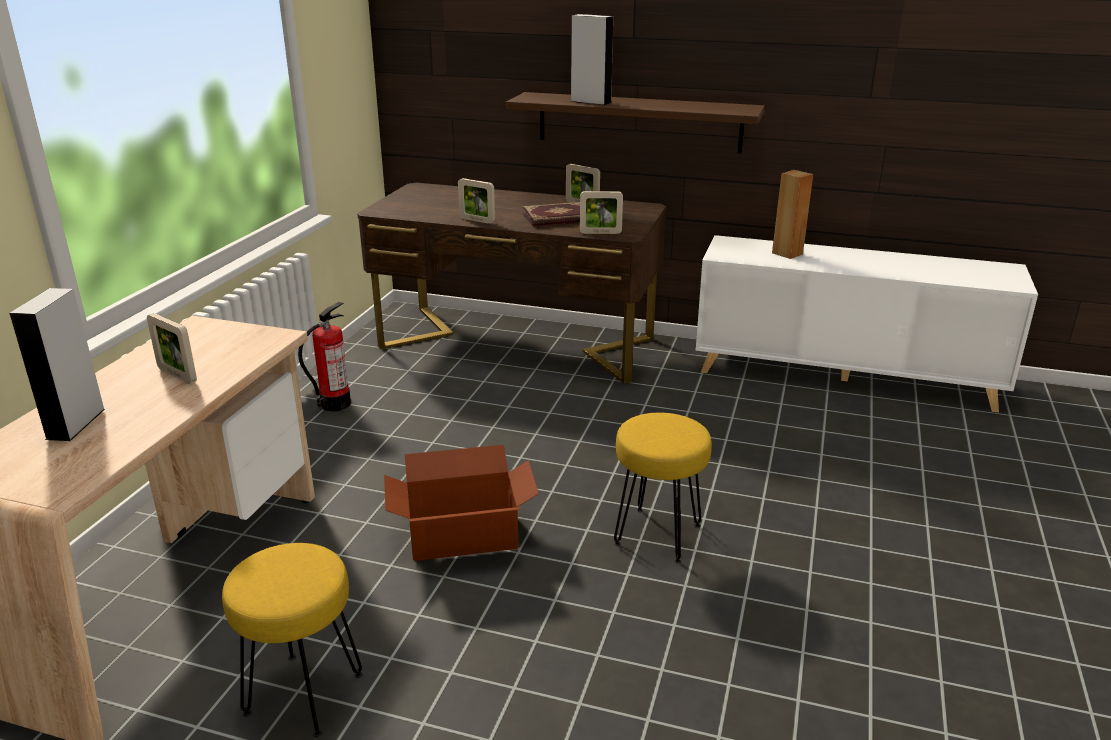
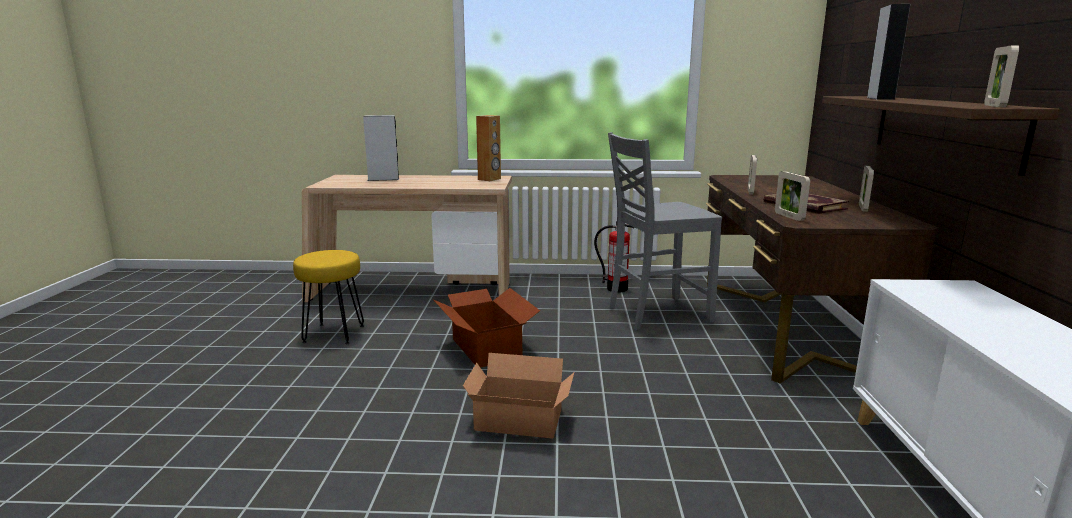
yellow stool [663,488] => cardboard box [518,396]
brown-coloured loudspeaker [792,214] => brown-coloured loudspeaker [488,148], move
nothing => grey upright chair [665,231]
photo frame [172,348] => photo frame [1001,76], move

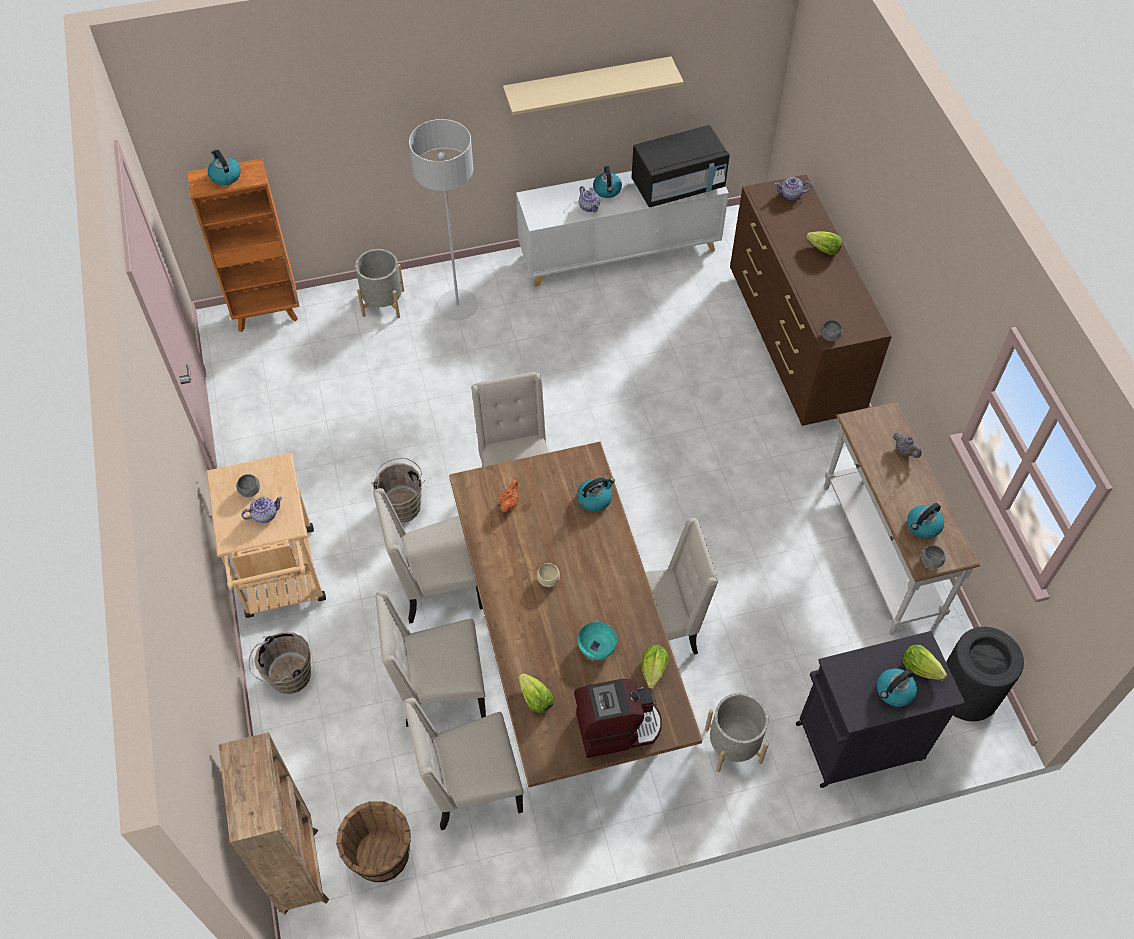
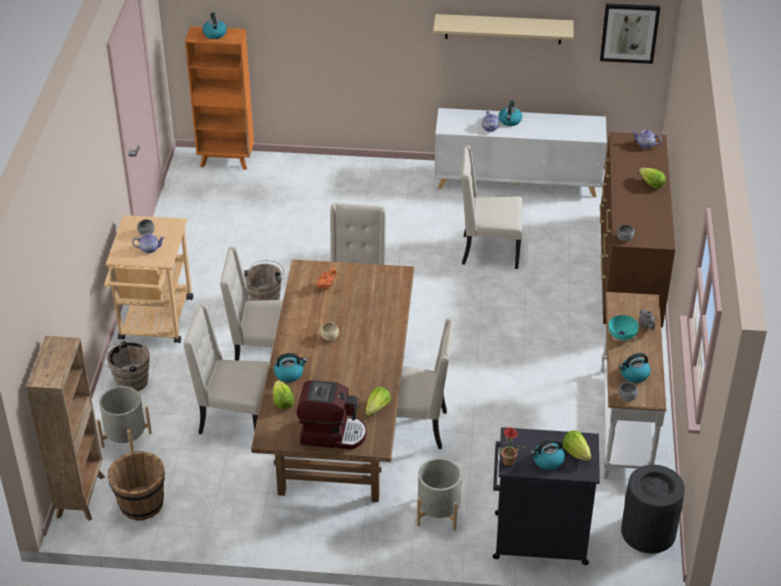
grey flower pot [379,283] => grey flower pot [124,419], move
kettle [596,494] => kettle [290,367], move
beige-coloured upright chair [463,764] => beige-coloured upright chair [491,207], move
nothing => potted plant [512,447]
nothing => wall picture [630,33]
turquoise serving bowl [597,641] => turquoise serving bowl [624,327], move
grey floor lamp [443,219] => nothing
black microwave oven [681,166] => nothing

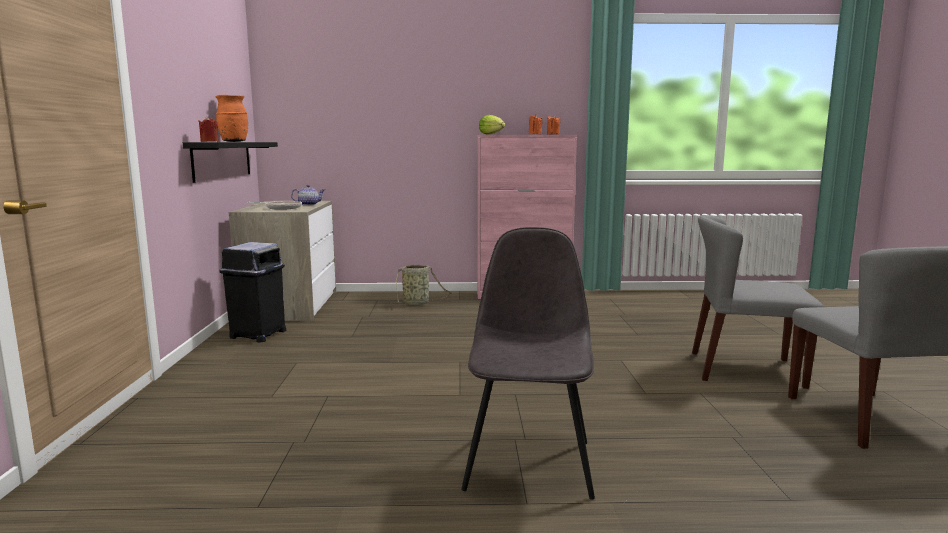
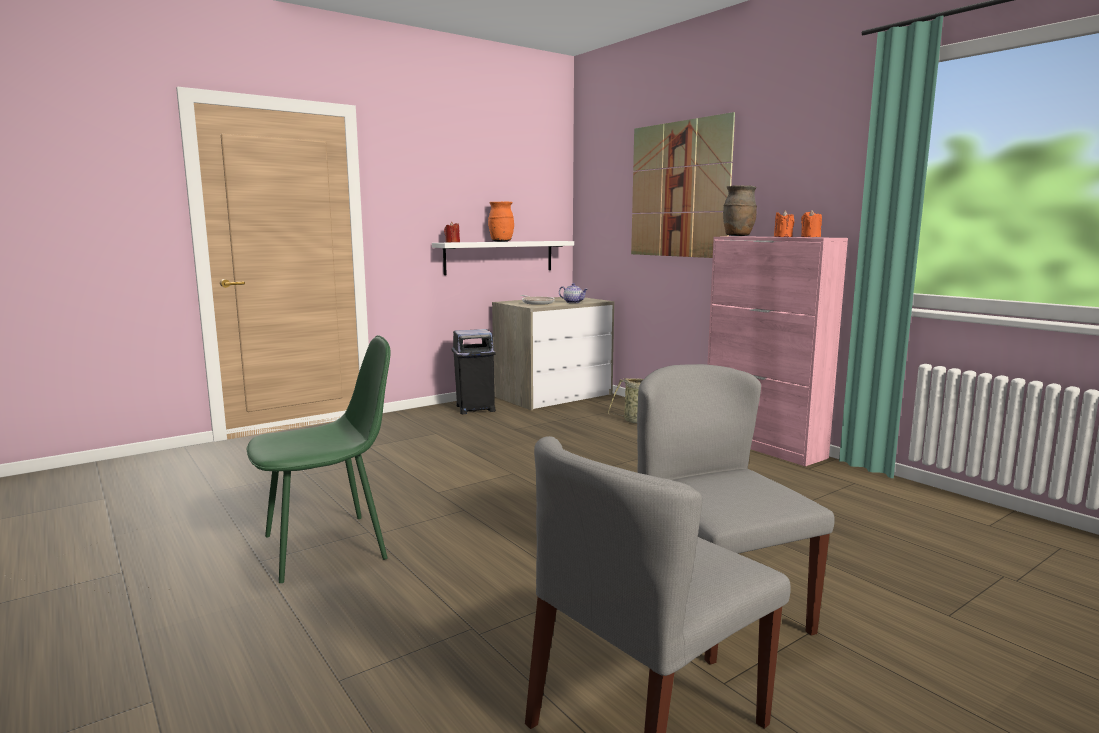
grey upright chair [528,363] => greenish upright chair [318,459]
black shelf [230,162] => white-coloured shelf [503,258]
nothing => wall picture [683,185]
lettuce head [492,125] => brown-coloured vase [740,210]

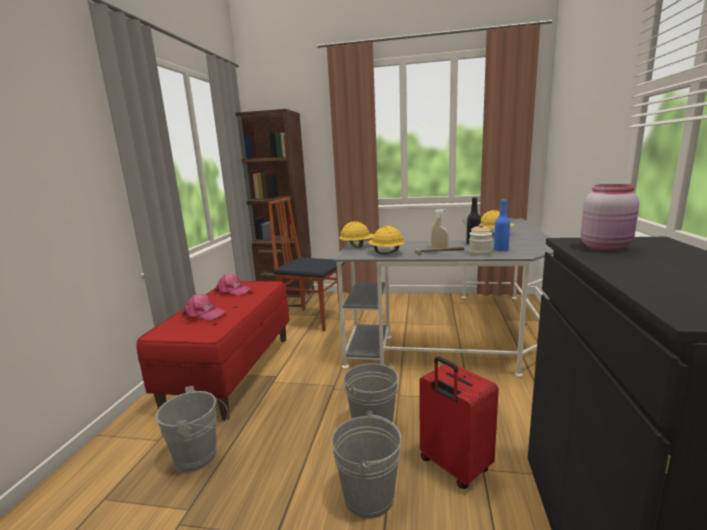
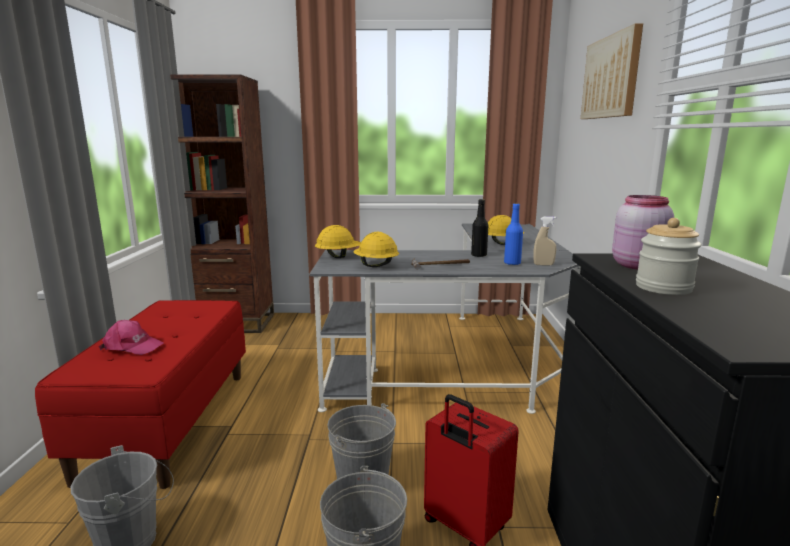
beige-coloured spray bottle [440,228] => beige-coloured spray bottle [544,241], move
nothing => wall picture [612,71]
storage jar [480,239] => storage jar [669,256], move
pink cap [232,285] => nothing
upright chair [306,264] => nothing

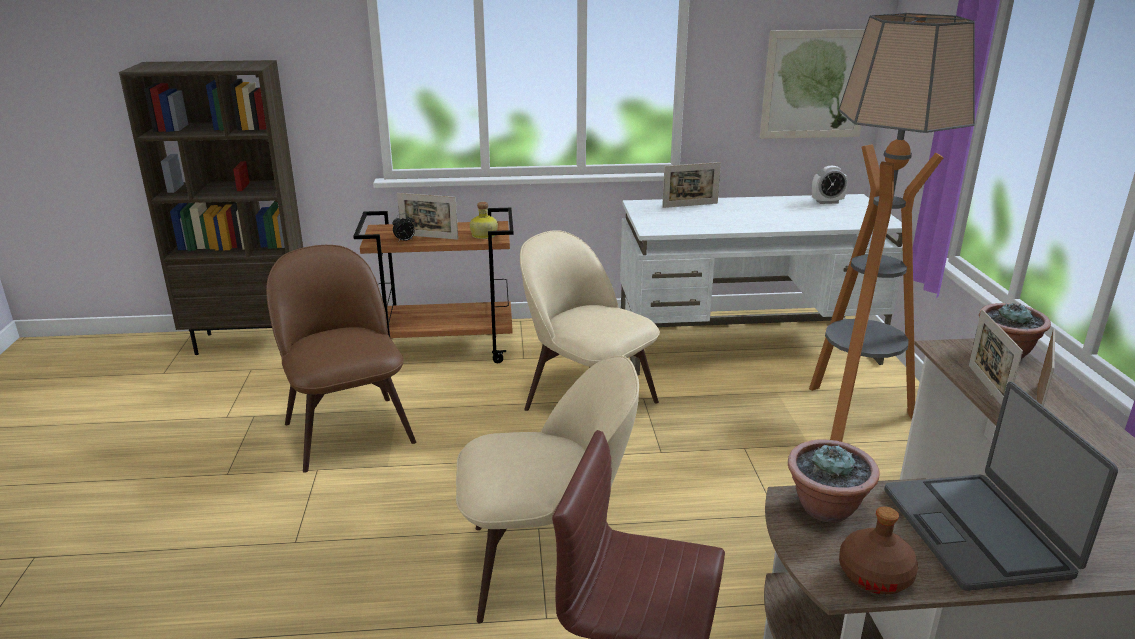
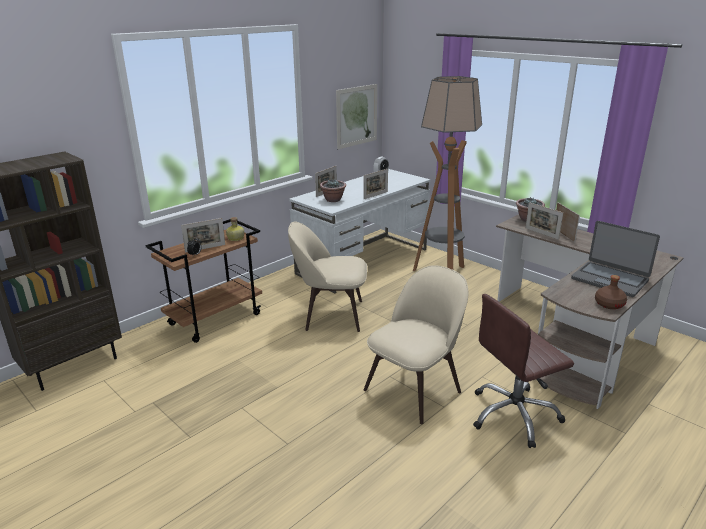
potted plant [833,481] => potted plant [333,190], move
nothing => photo frame [375,184]
brown-coloured upright chair [341,359] => nothing

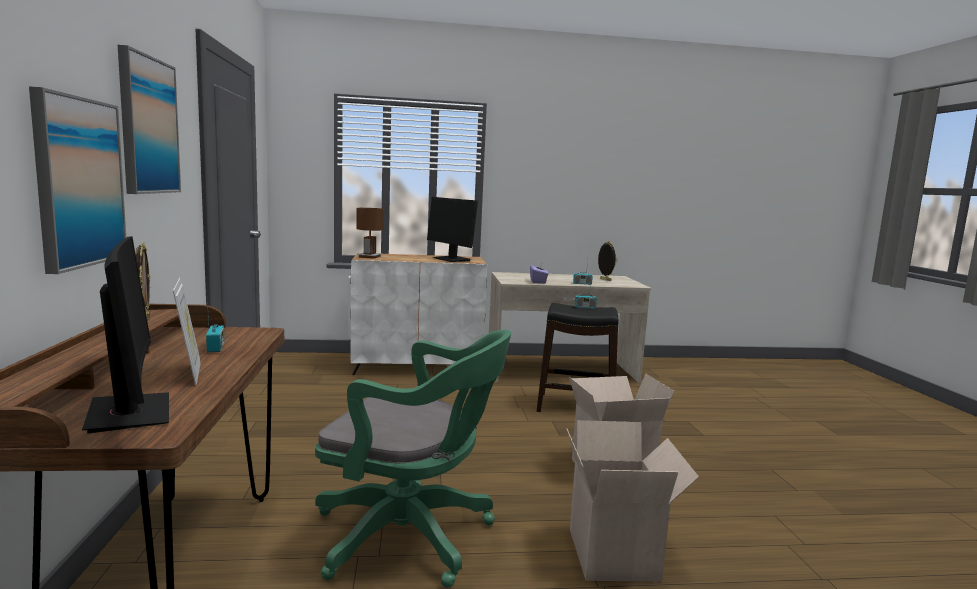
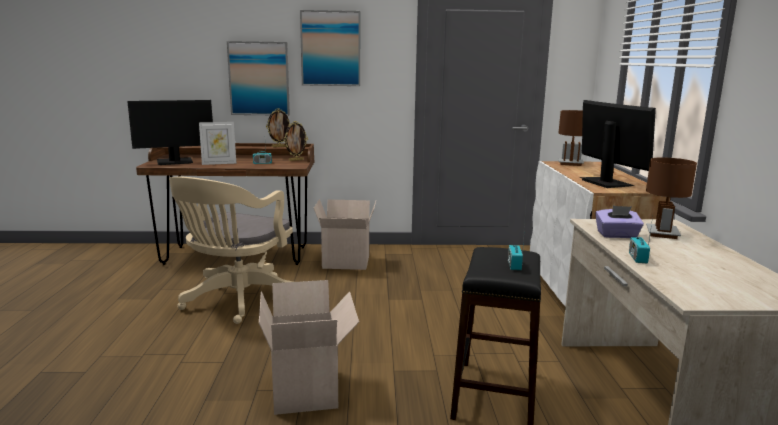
greenish desk chair [413,459] => beige-coloured desk chair [231,250]
photo frame [608,261] => photo frame [296,141], move
cardboard box [633,501] => cardboard box [345,234], move
computer display [452,229] => computer display [618,144], 105 degrees clockwise
nothing => brown-coloured table lamp [671,198]

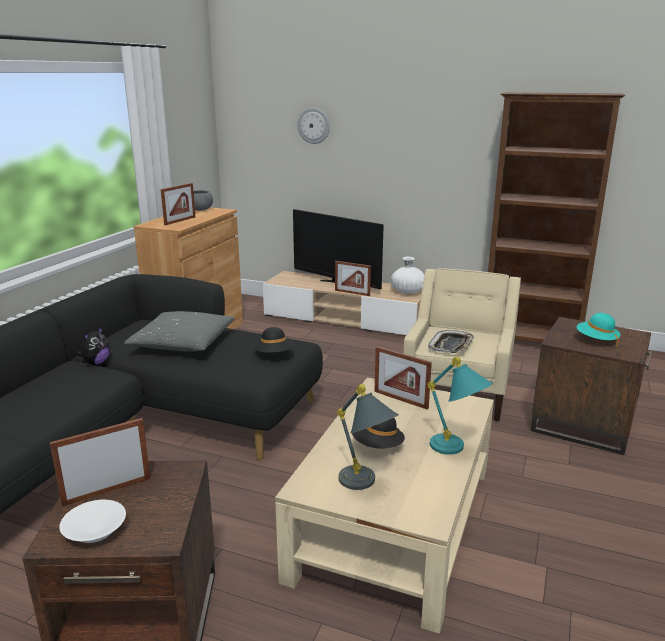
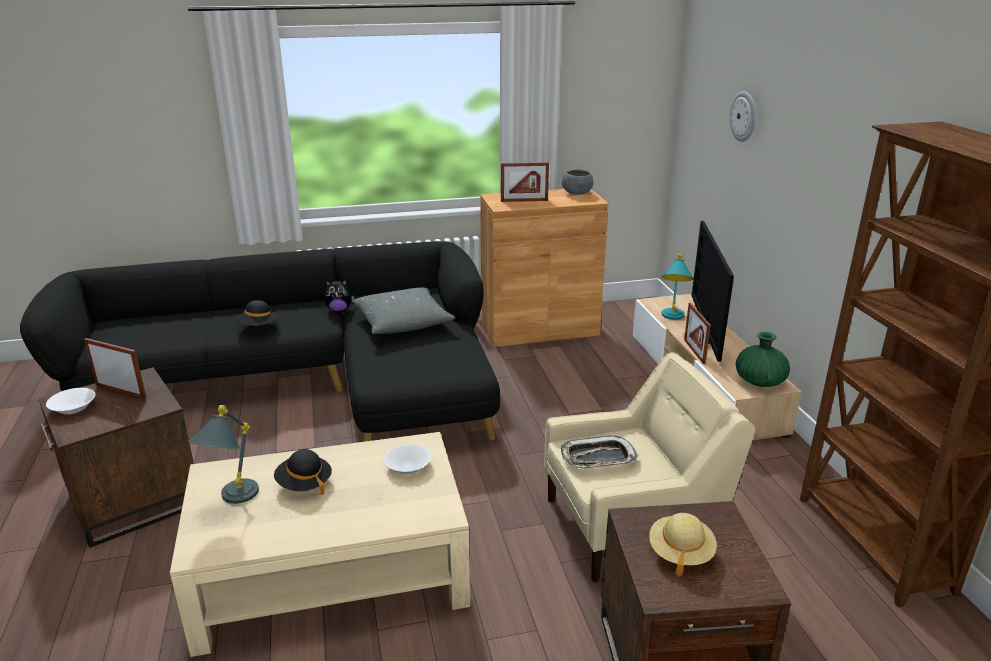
black clothing hat [274,340] => black clothing hat [256,313], move
photo frame [403,378] => white-coloured serving bowl [407,459]
turquoise clothing hat [599,330] => beige-coloured clothing hat [683,544]
turquoise table lamp [460,406] => turquoise table lamp [677,286], move
white-coloured vase [407,275] => greenish vase [763,359]

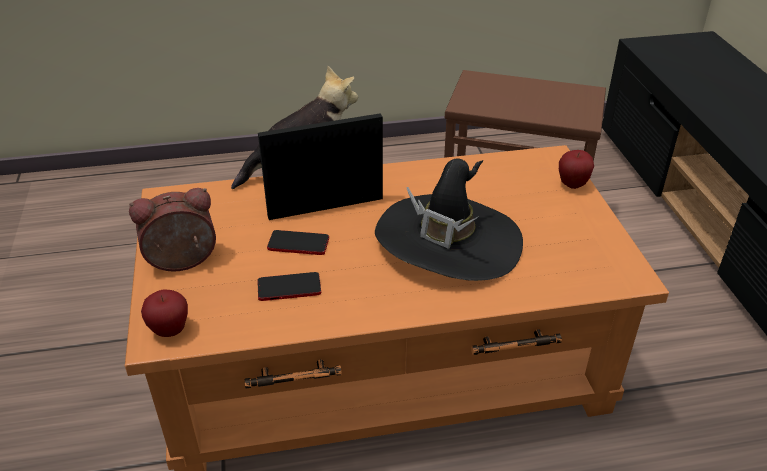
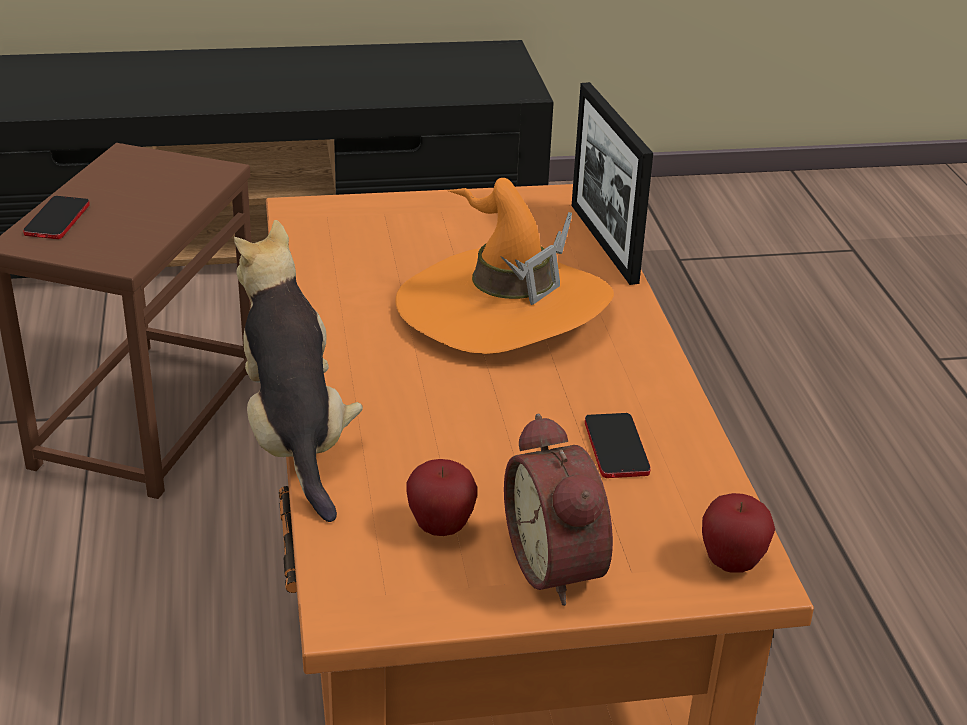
phone [298,242] => phone [56,217], move
black clothing hat [449,220] => orangey clothing hat [505,266]
apple fruit [576,169] => apple fruit [441,497], move
photo frame [320,166] => photo frame [612,183], move

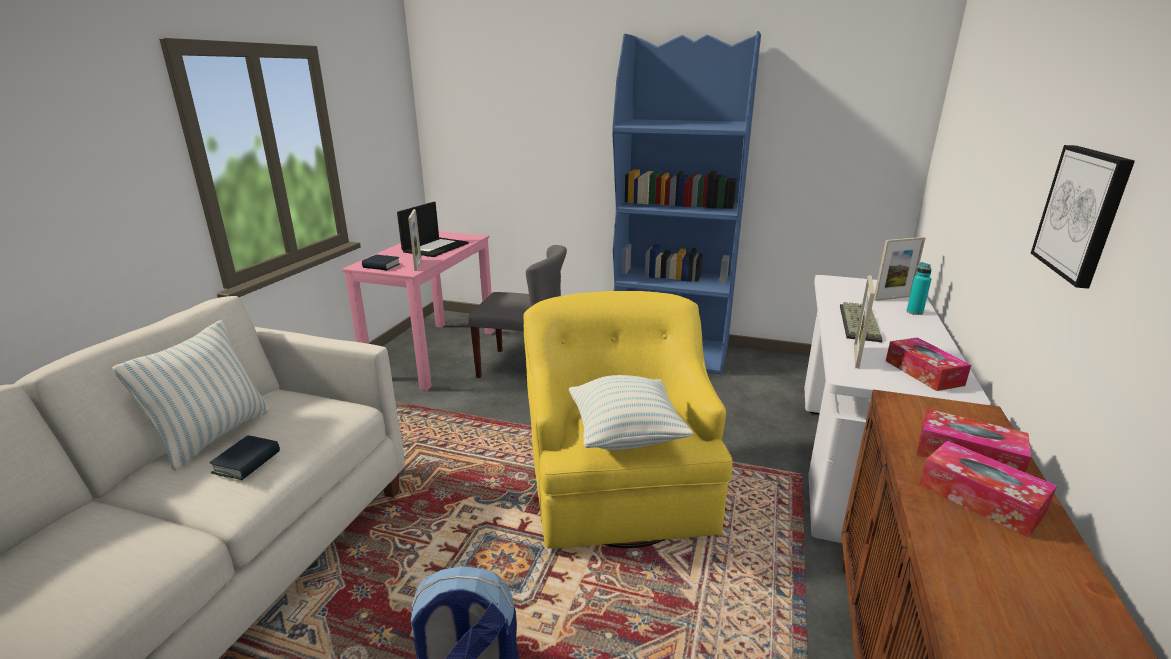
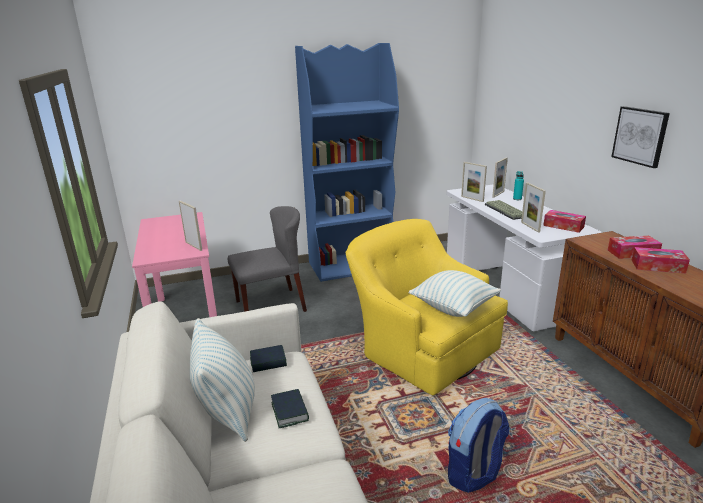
book [381,262] => book [268,358], move
nothing => photo frame [474,182]
laptop [432,229] => nothing

